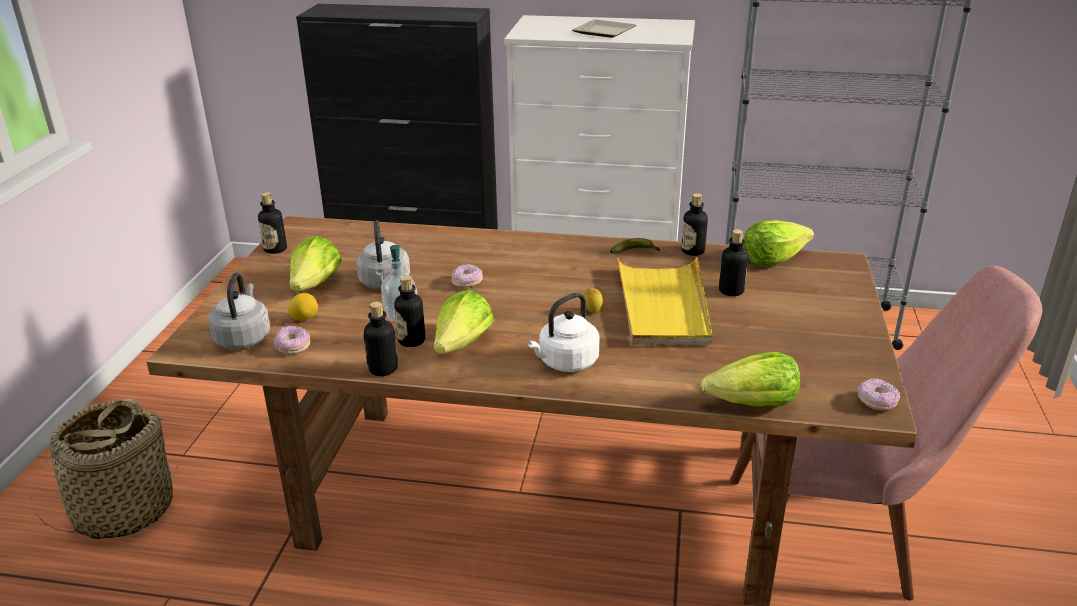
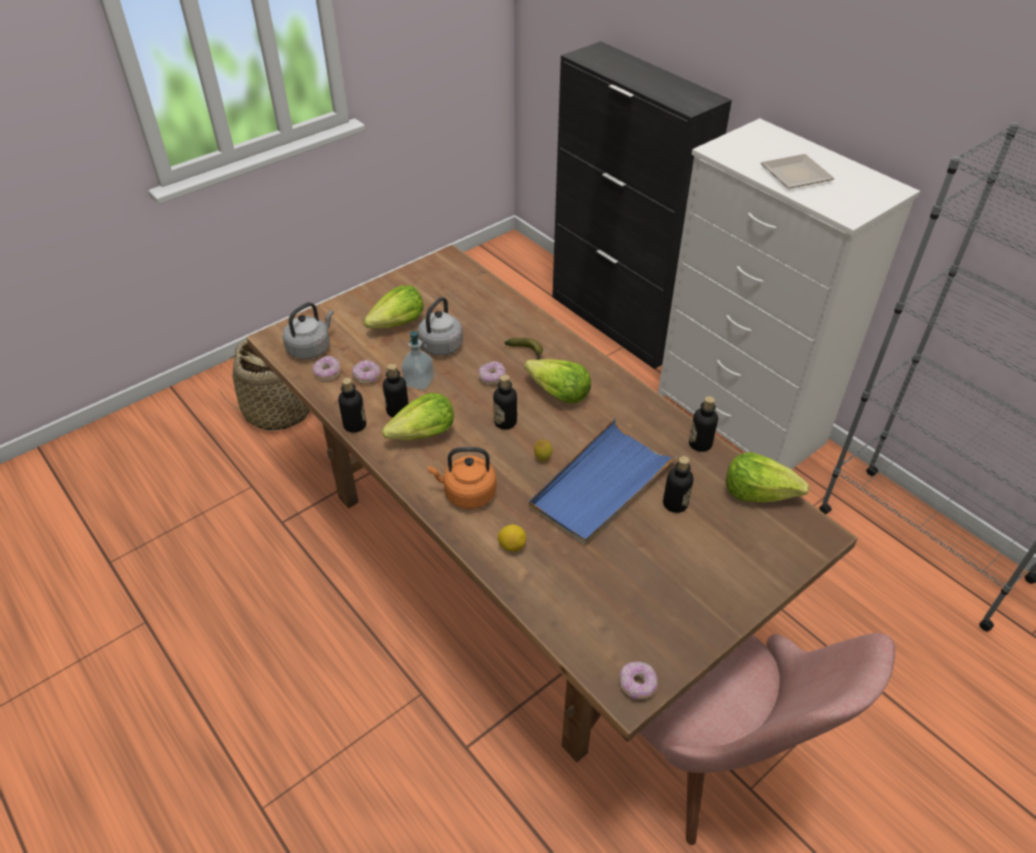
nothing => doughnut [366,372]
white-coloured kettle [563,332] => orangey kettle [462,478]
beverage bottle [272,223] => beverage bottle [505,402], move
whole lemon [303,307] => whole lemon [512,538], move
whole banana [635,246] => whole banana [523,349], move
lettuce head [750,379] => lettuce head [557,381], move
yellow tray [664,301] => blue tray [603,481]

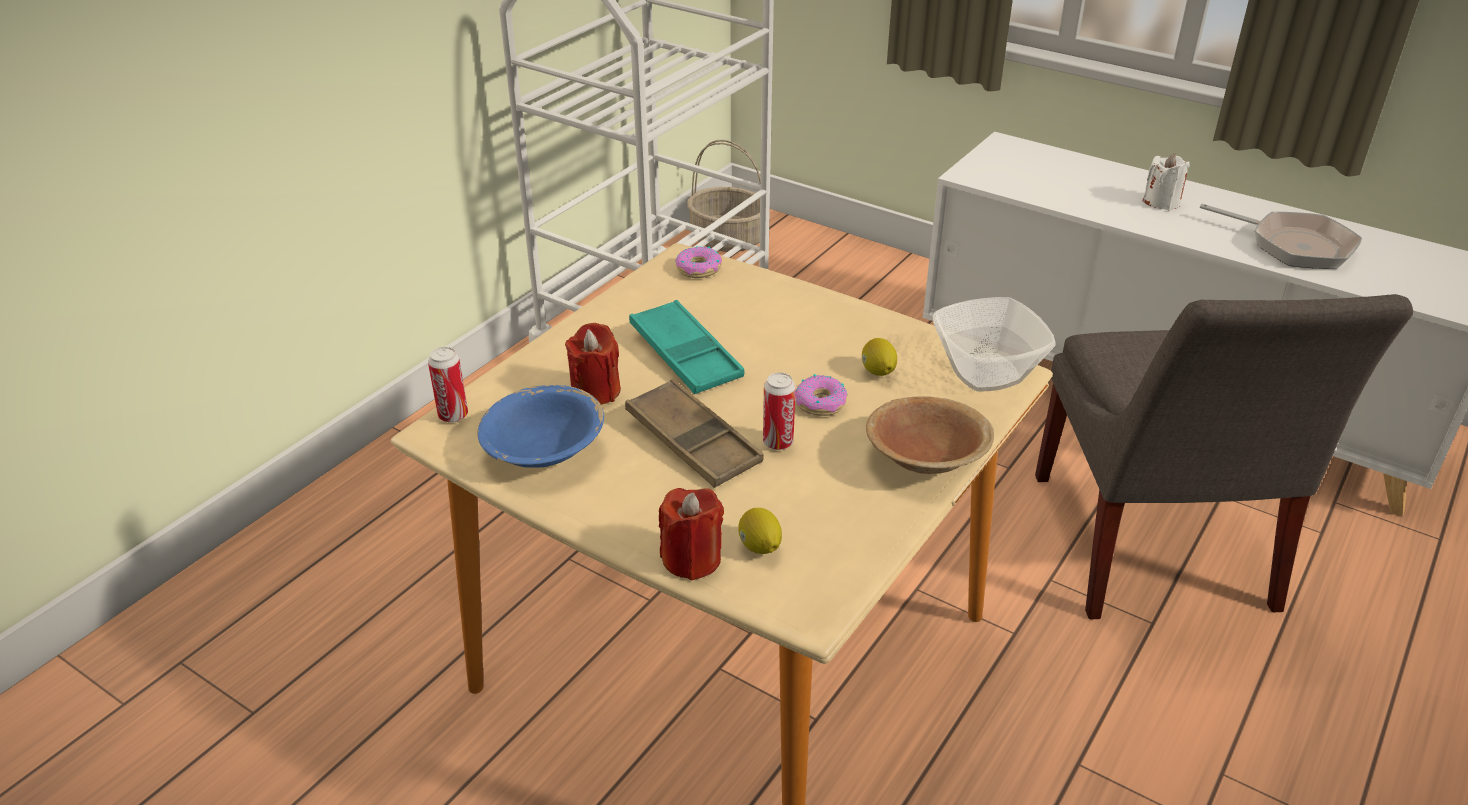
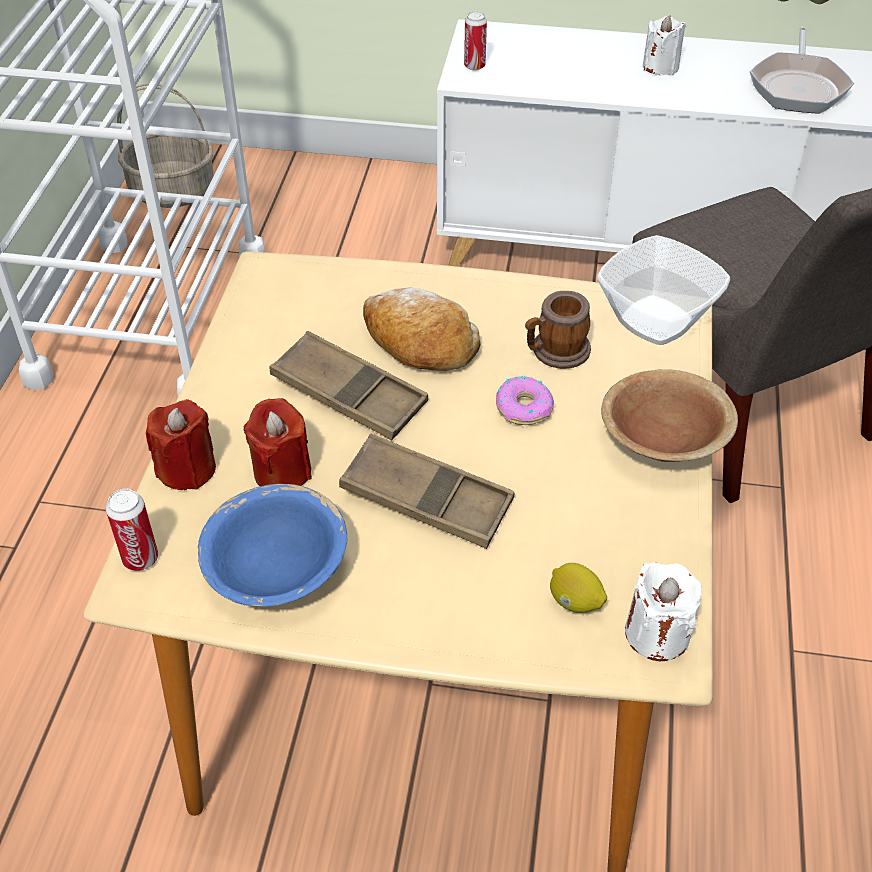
red-coloured wax candle [691,534] => red-coloured wax candle [181,444], move
turquoise tray [686,347] => brown-coloured tray [349,386]
nothing => bakery bread [422,329]
metal can [779,411] => metal can [475,41], move
whole lemon [879,357] => coffee mug [558,330]
nothing => white-coloured wax candle [663,611]
frying pan [1281,236] => frying pan [802,70], 90 degrees clockwise
doughnut [698,262] => nothing

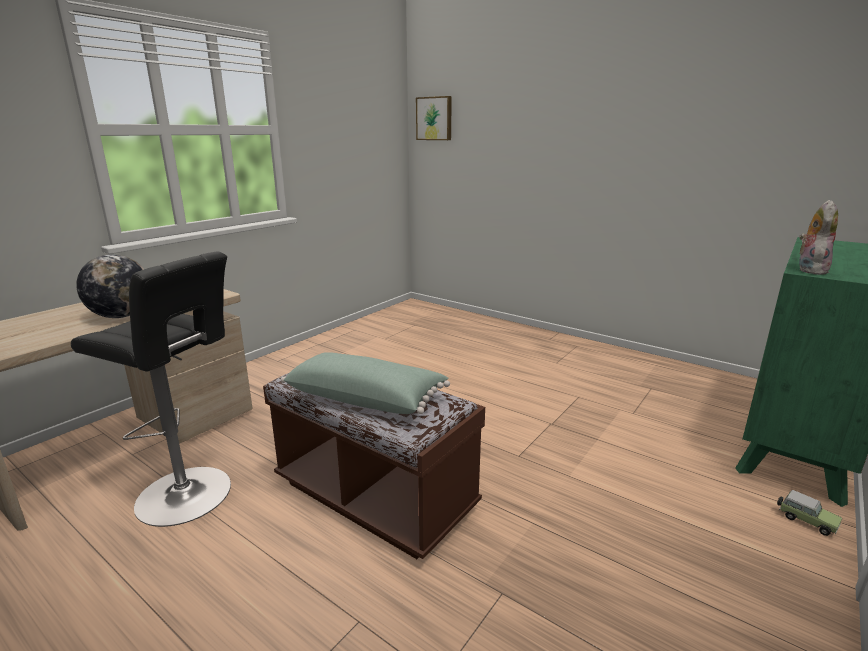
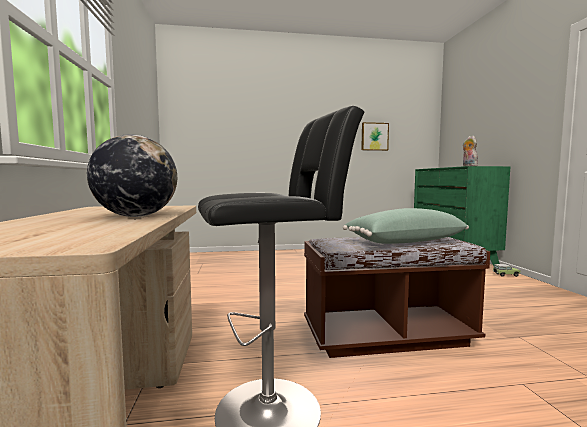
wall picture [434,118] => wall picture [375,136], move

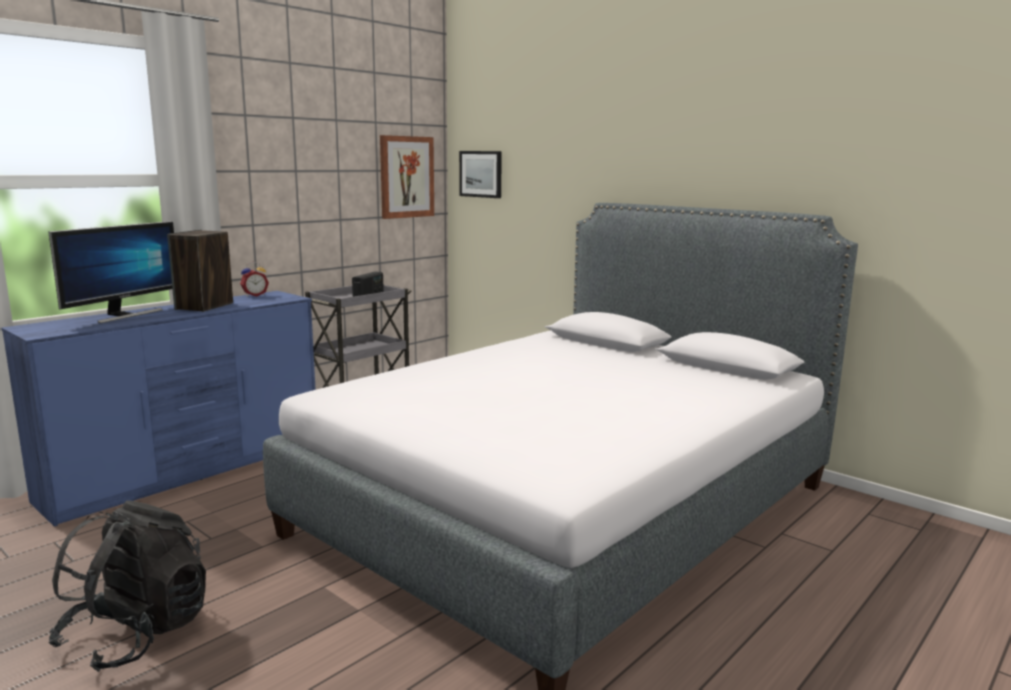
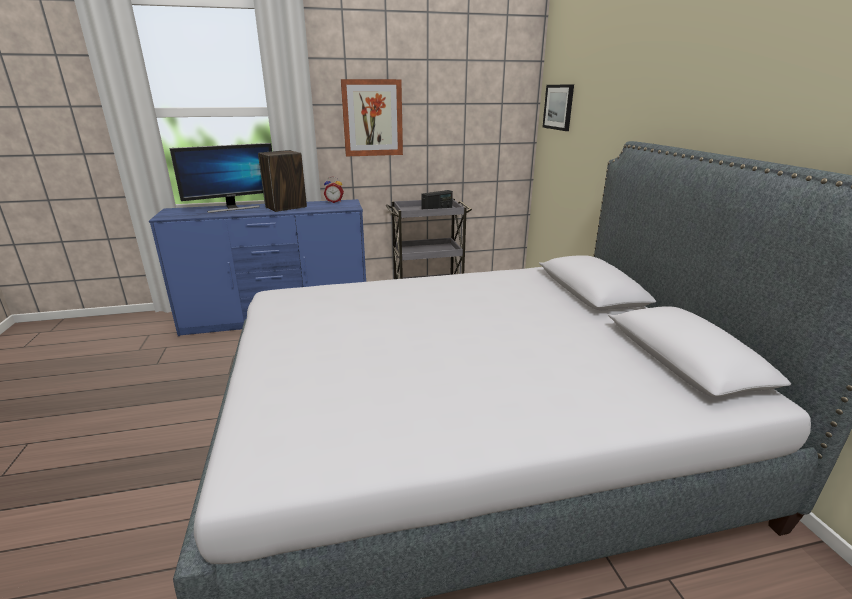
wall picture [407,177] => wall picture [372,117], move
black rucksack [127,586] => nothing

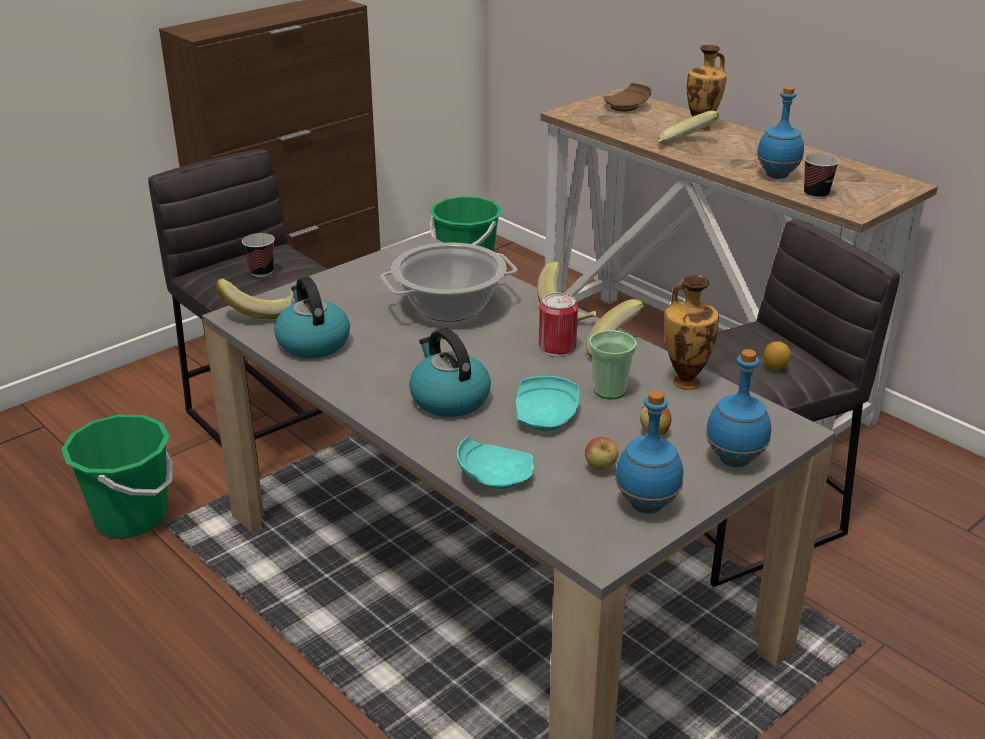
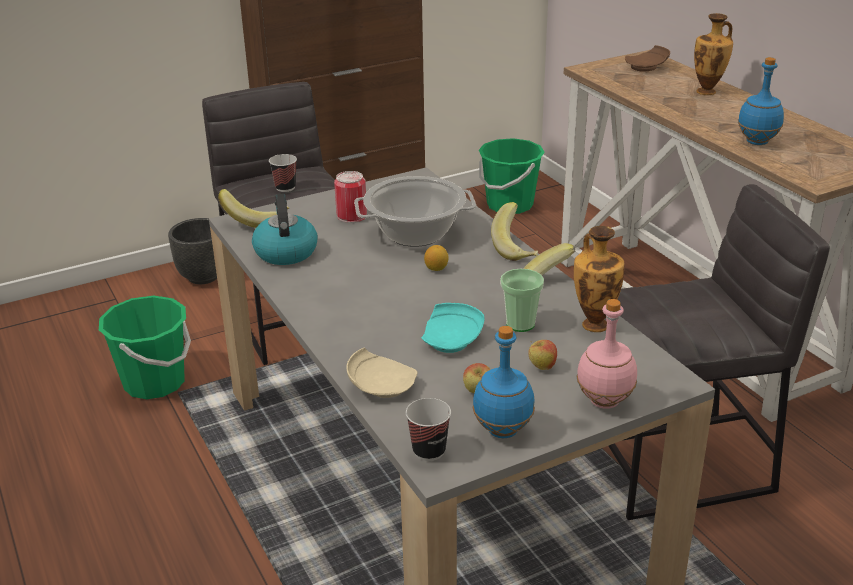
nothing => black flower pot [192,251]
metal can [558,325] => metal can [350,197], move
turquoise plate [495,463] => beige-coloured plate [382,372]
cup [821,176] => cup [428,429], move
whole lemon [777,355] => whole lemon [436,258], move
blue beverage bottle [738,408] => pink beverage bottle [606,354]
kettle [450,372] => nothing
whole banana [688,127] => nothing

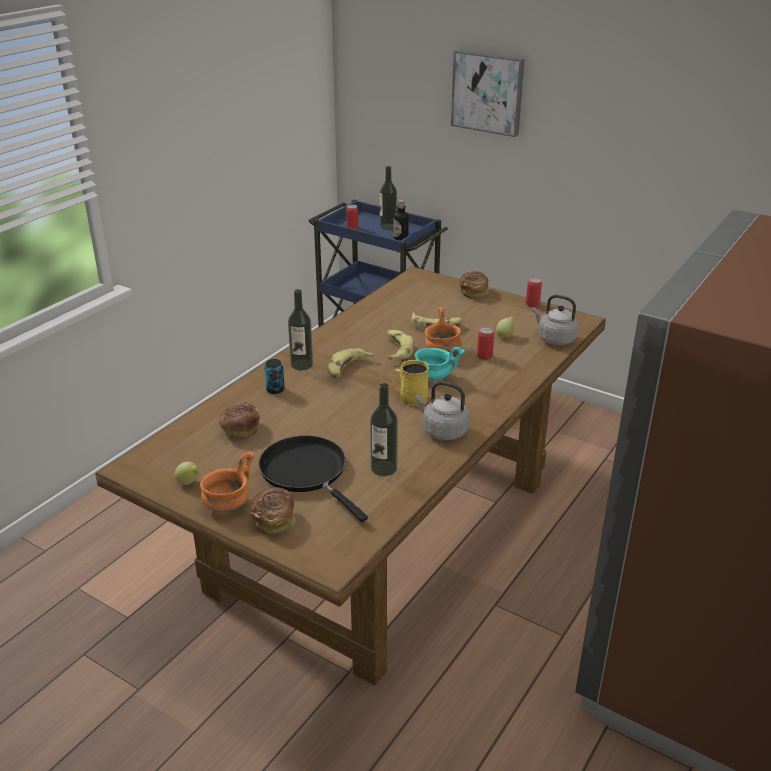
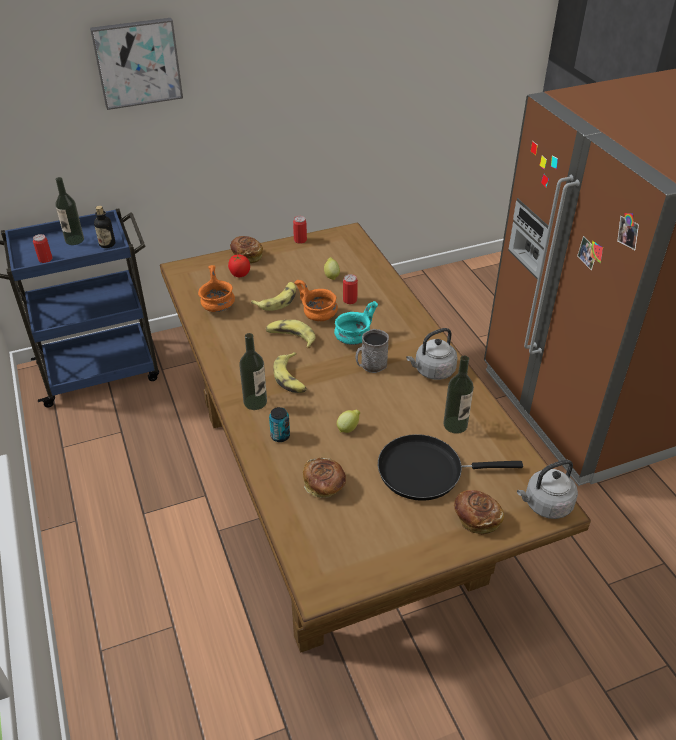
orangey serving bowl [227,481] => orangey serving bowl [216,288], move
nothing => fresh tomato [239,265]
whole lemon [186,473] => whole lemon [348,421], move
yellow coffee mug [410,383] => grey coffee mug [372,351]
grey kettle [556,320] => grey kettle [547,489], move

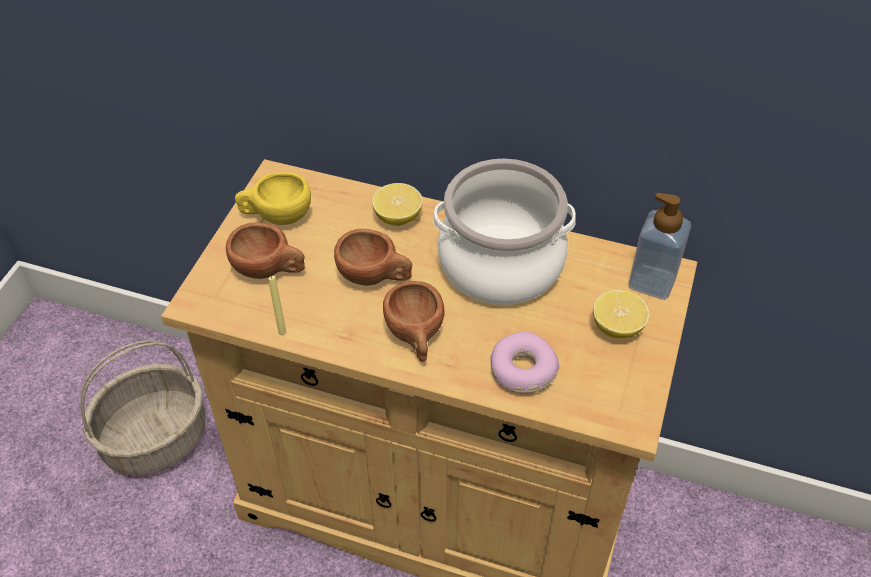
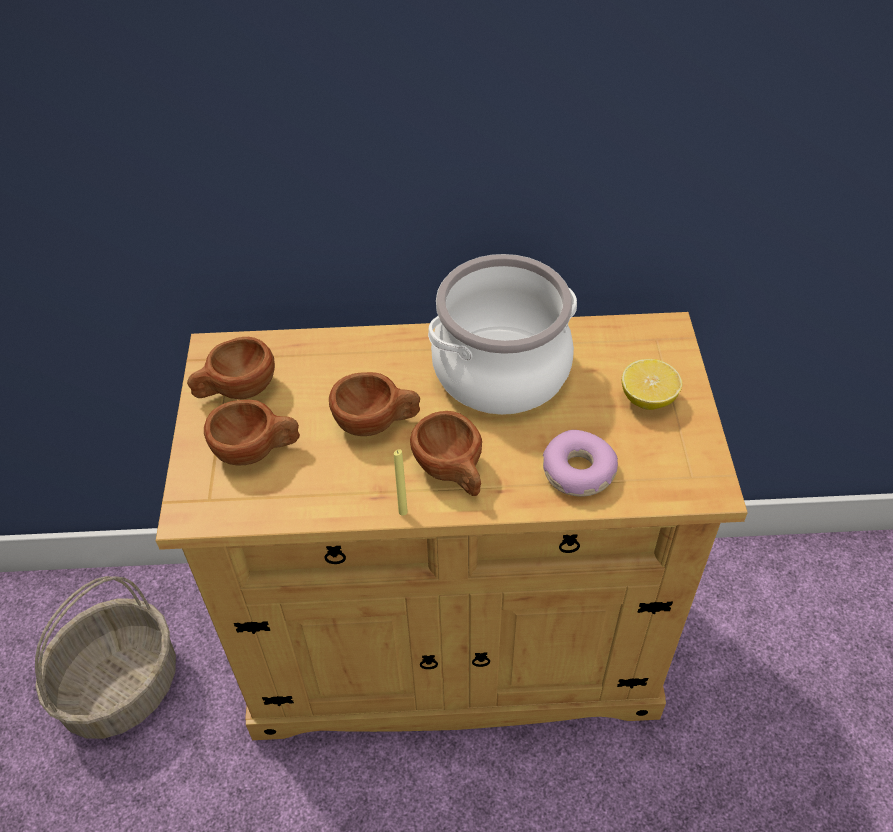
yellow cup [273,198] => brown-coloured cup [231,368]
yellow wax candle [277,305] => yellow wax candle [401,482], move
whole lemon [397,204] => nothing
soap bottle [659,246] => nothing

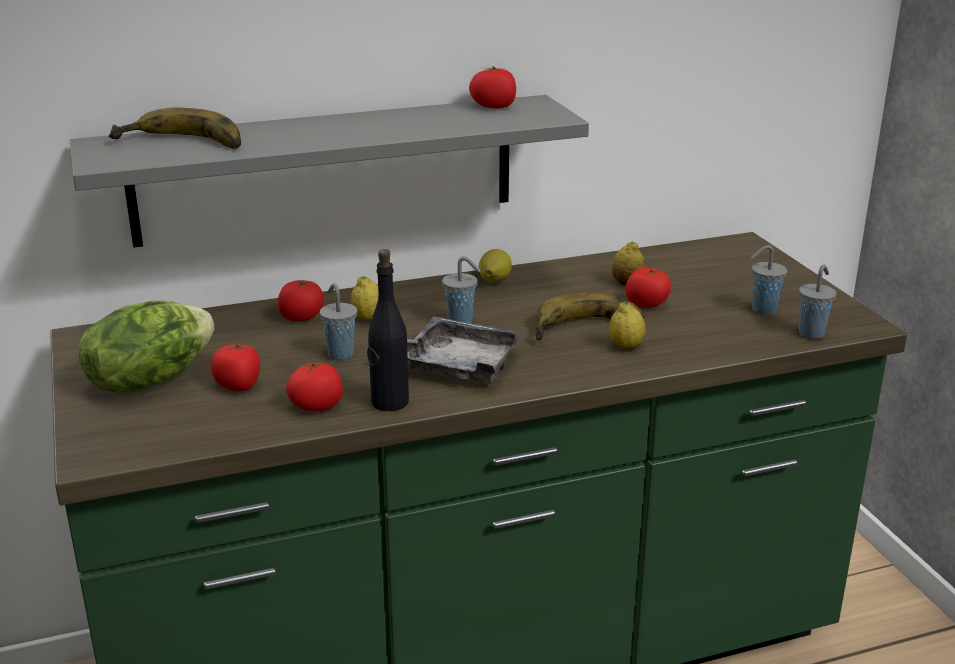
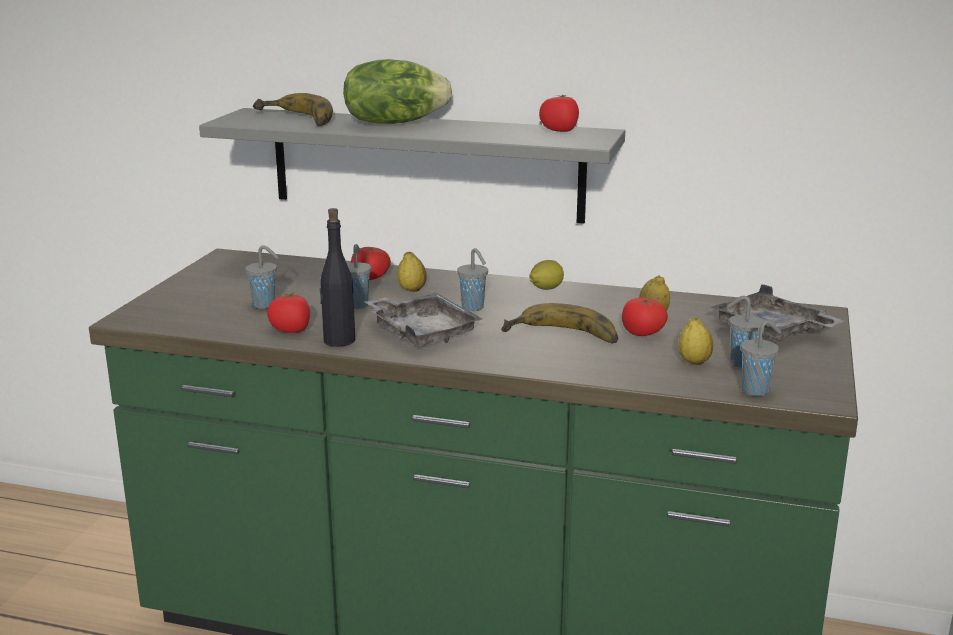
fresh tomato [235,366] => grey cup [261,277]
lettuce head [146,346] => lettuce head [397,91], move
whole lemon [627,326] => whole lemon [696,341], move
nothing => grey tray [777,312]

